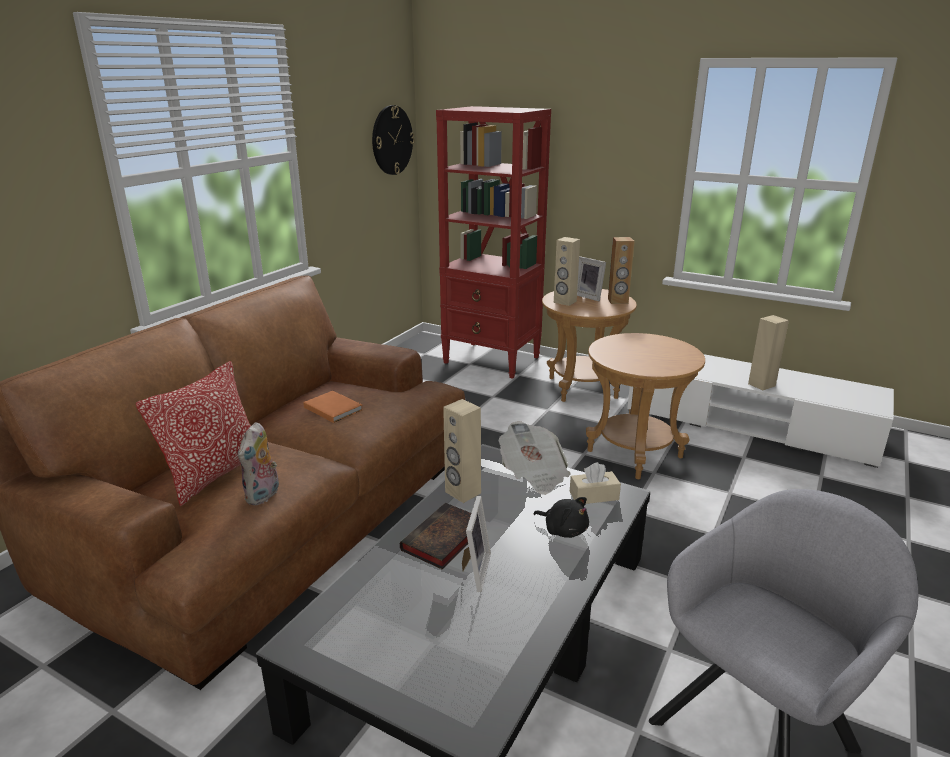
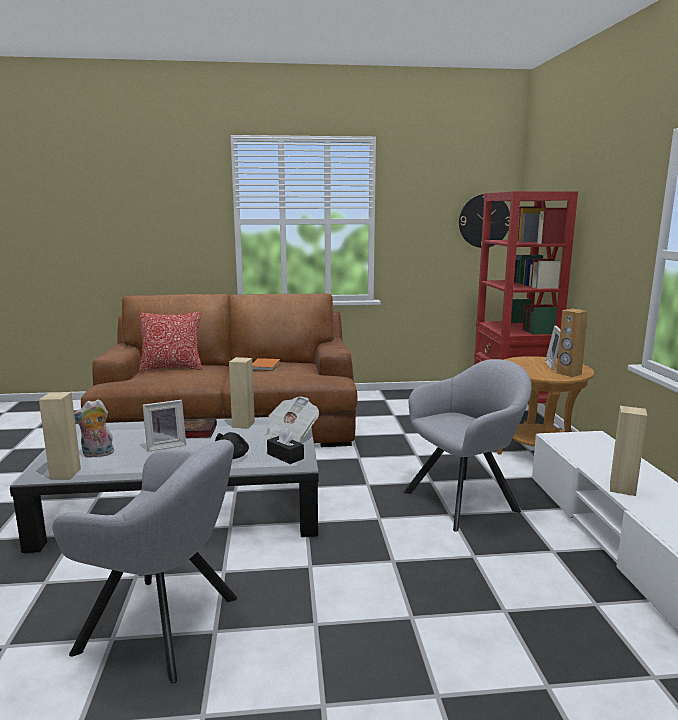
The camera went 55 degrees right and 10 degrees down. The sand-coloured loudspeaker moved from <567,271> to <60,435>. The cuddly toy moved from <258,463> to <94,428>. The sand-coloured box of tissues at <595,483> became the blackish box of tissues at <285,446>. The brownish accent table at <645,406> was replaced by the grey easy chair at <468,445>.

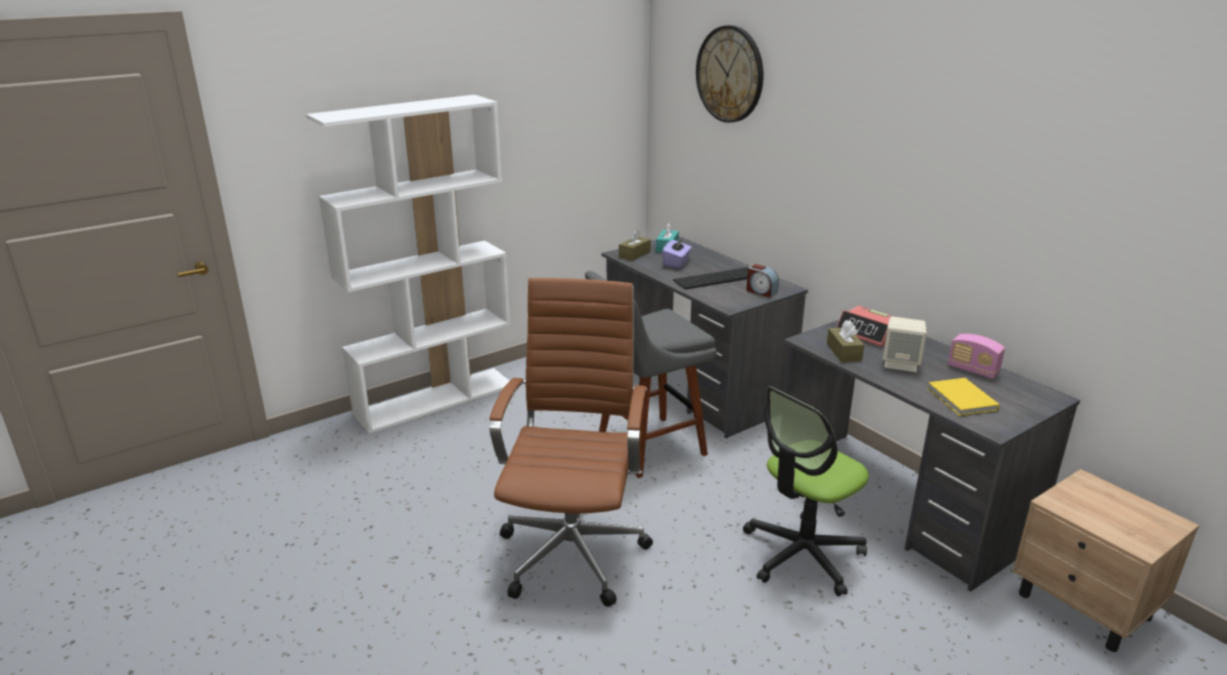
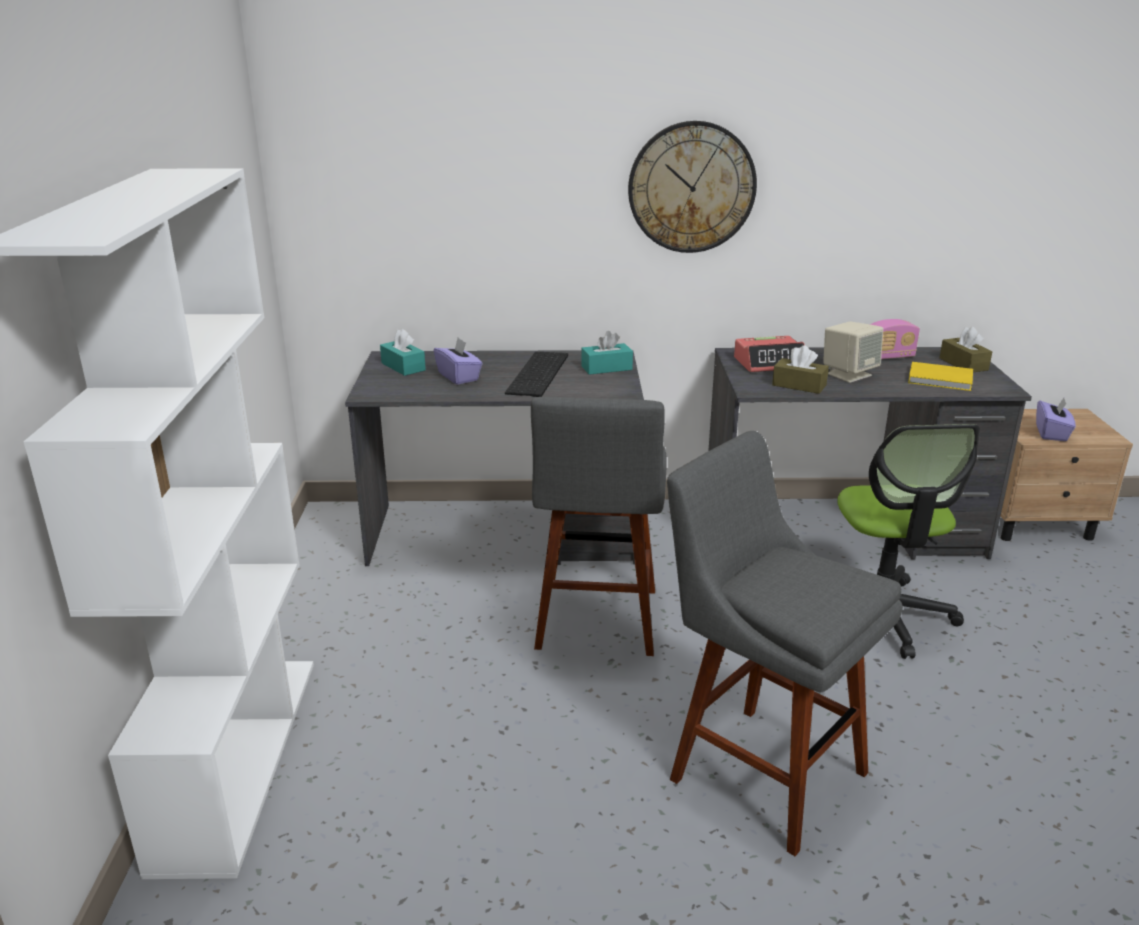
The camera went 55 degrees left and 0 degrees up. The alarm clock at <762,280> was replaced by the turquoise-coloured box of tissues at <607,353>. The wall clock moved from <729,74> to <692,187>. The brownish desk chair at <571,442> was replaced by the grey stool seat at <785,643>. The brownish box of tissues moved from <635,245> to <965,349>. The purple box of tissues at <1056,419> appeared.

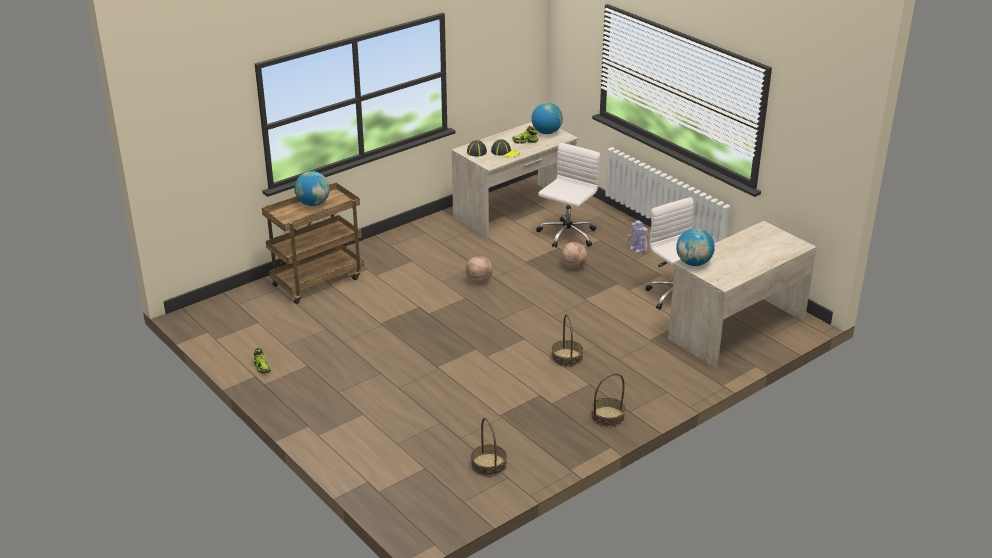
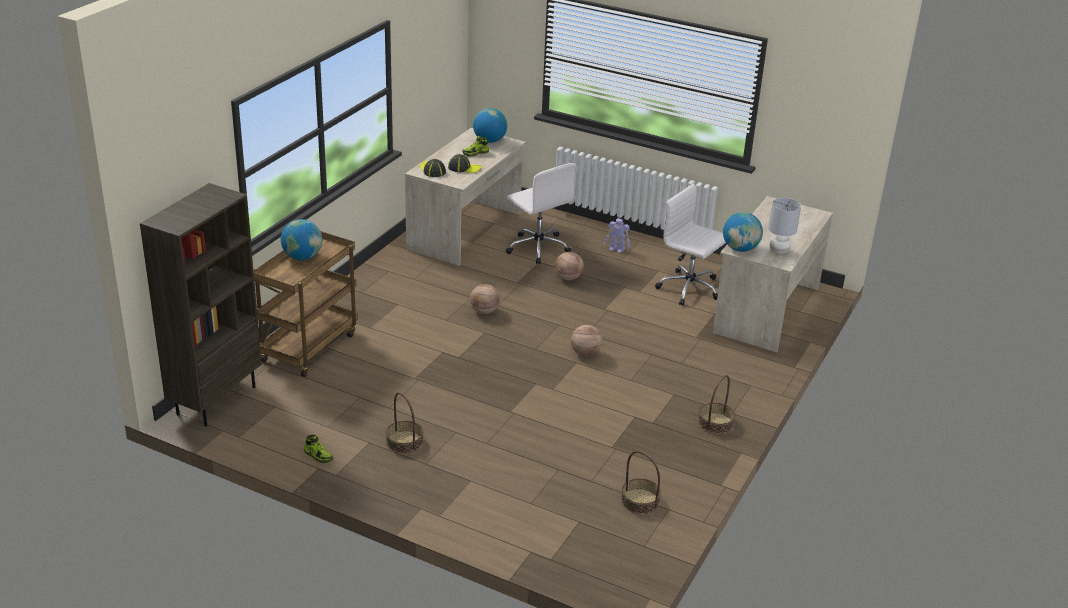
The camera went 25 degrees left and 0 degrees up. The brownish bookcase at <201,305> appeared. The household basket moved from <567,340> to <405,423>. The whitish desk chair at <568,195> turned 135 degrees clockwise. The ball for basketball at <586,340> appeared. The grey lamp for a table at <784,226> appeared.

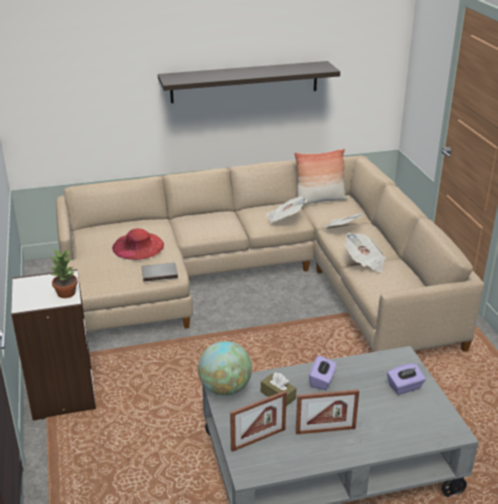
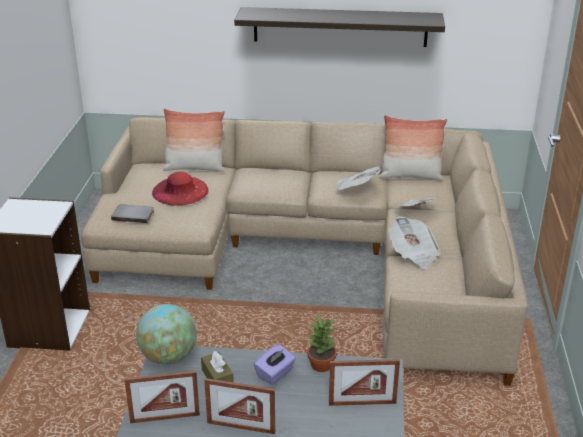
The camera went 20 degrees right and 0 degrees up. The grey volume moved from <160,272> to <132,213>. The throw pillow at <194,140> appeared. The houseplant moved from <64,273> to <321,343>. The purple box of tissues at <406,379> was replaced by the standing frame at <364,382>.

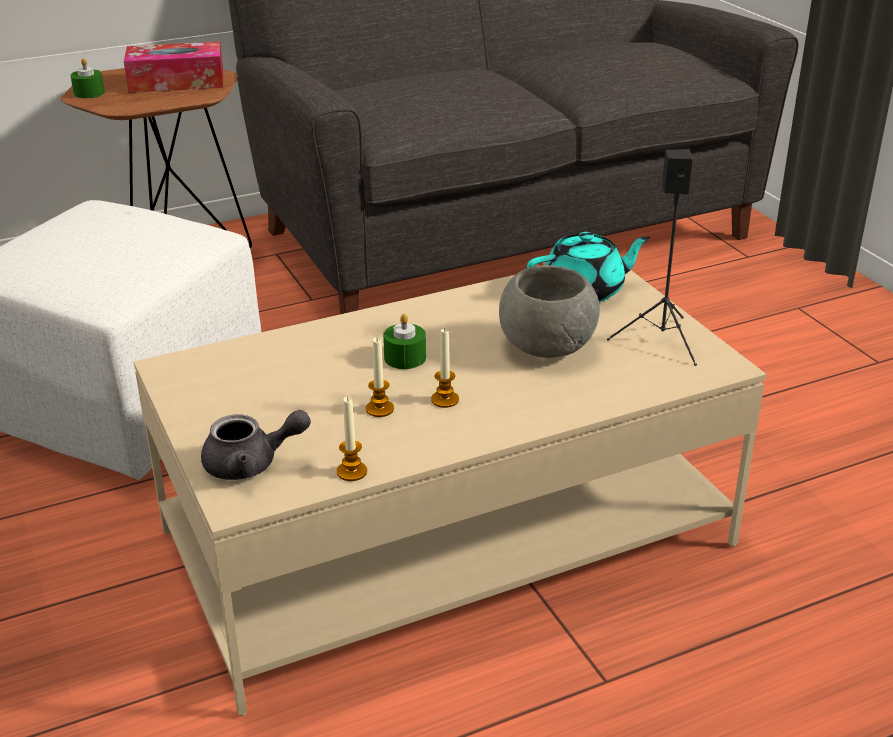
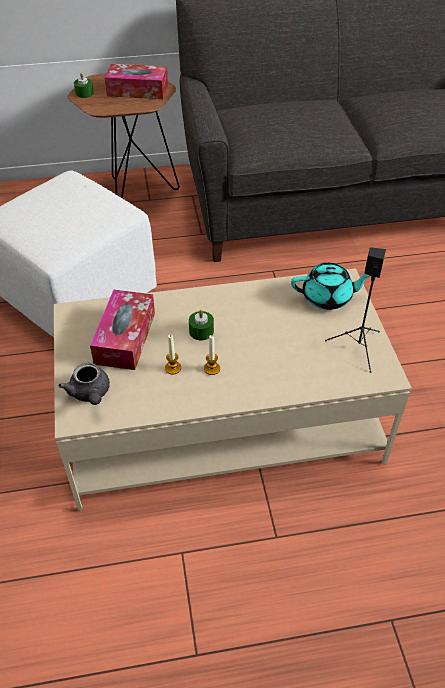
The camera went 15 degrees right and 15 degrees up. The grey teapot at <256,445> turned 60 degrees clockwise. The box of tissues at <122,330> appeared. The wax candle at <352,438> disappeared. The grey bowl at <549,311> disappeared.

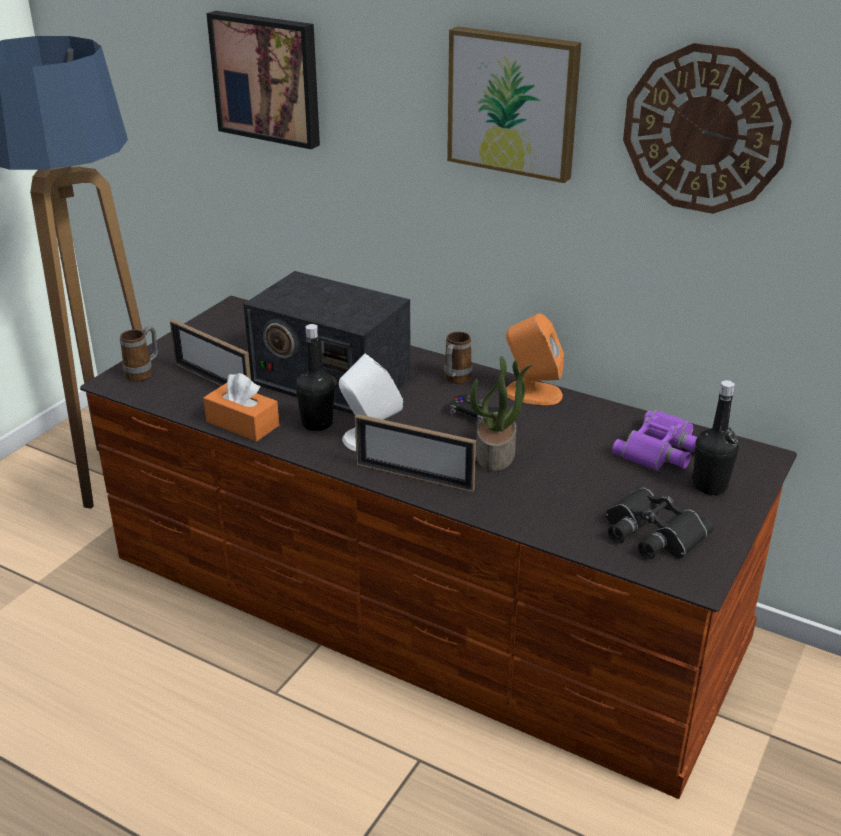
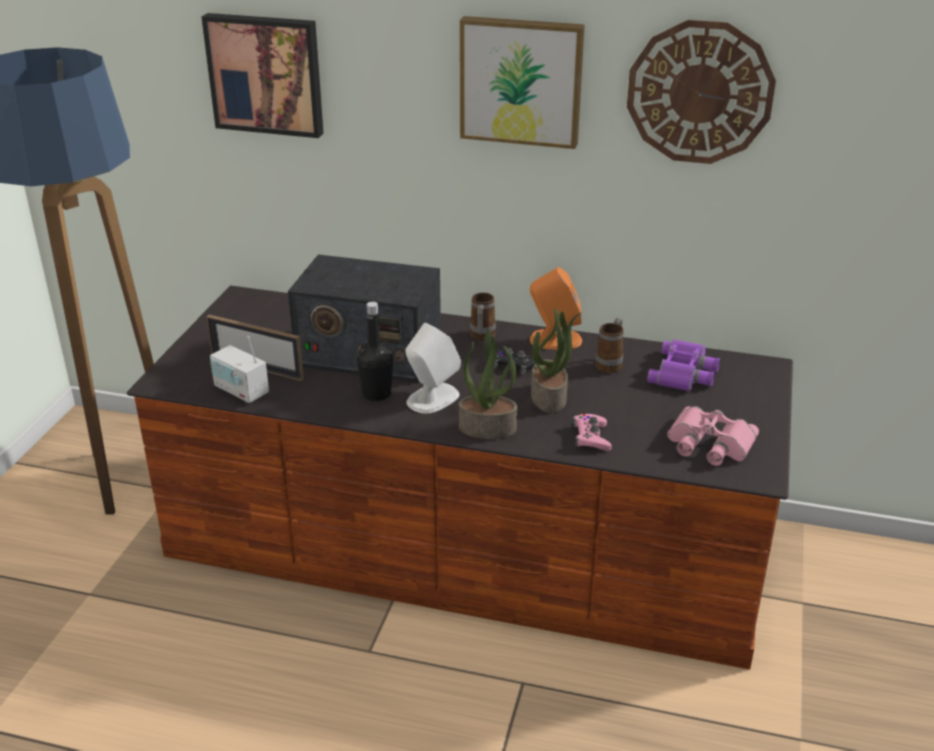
The camera went 15 degrees left and 0 degrees up. The radio set at <239,369> appeared. The standing frame at <415,453> was replaced by the houseplant at <488,384>. The pinkish gamepad at <592,432> appeared. The tea mug moved from <139,354> to <609,345>. The blackish field glasses at <659,523> became the pinkish field glasses at <713,436>. The orange-coloured box of tissues at <241,407> disappeared. The blackish drink bottle at <715,437> disappeared.

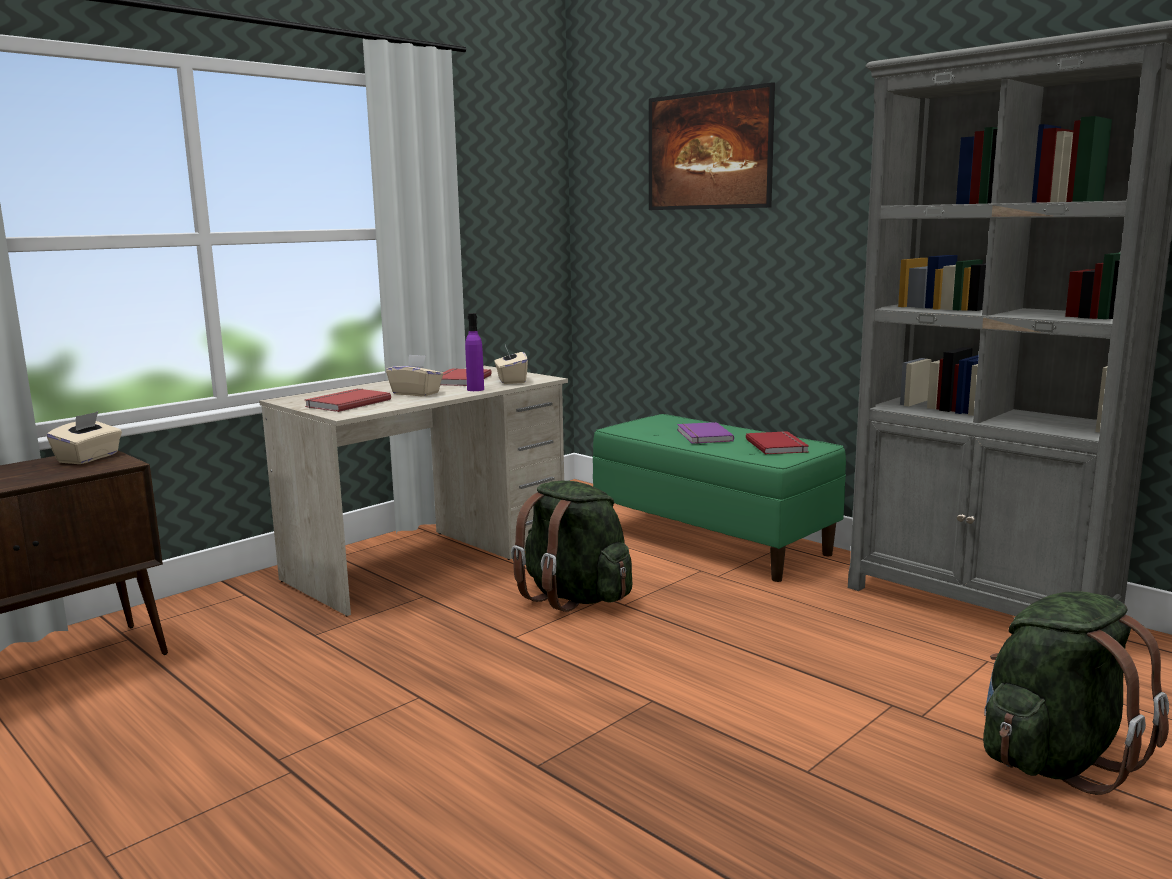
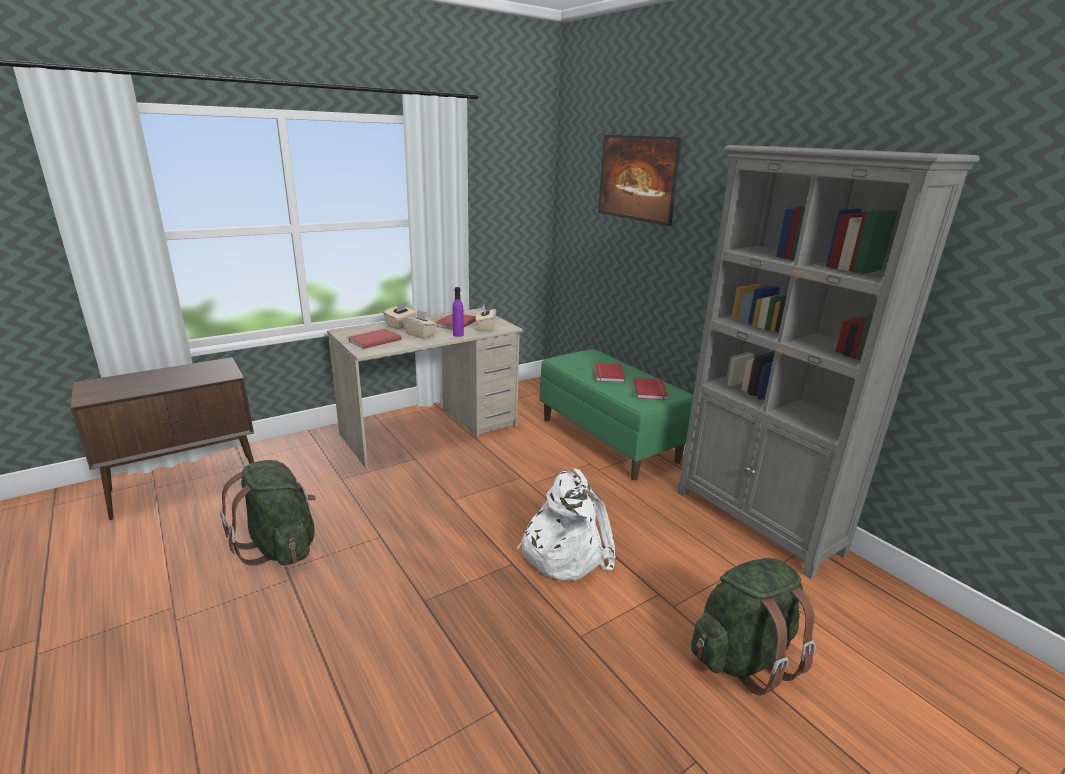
The camera went 10 degrees right and 10 degrees up. The greenish knapsack moved from <571,546> to <268,513>. The sand-coloured box of tissues moved from <84,437> to <400,315>. The whitish knapsack at <566,525> appeared. The purple volume at <705,433> became the reddish volume at <609,373>.

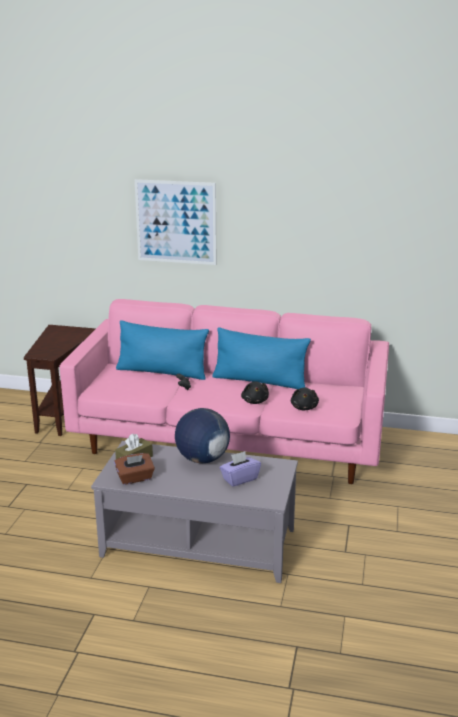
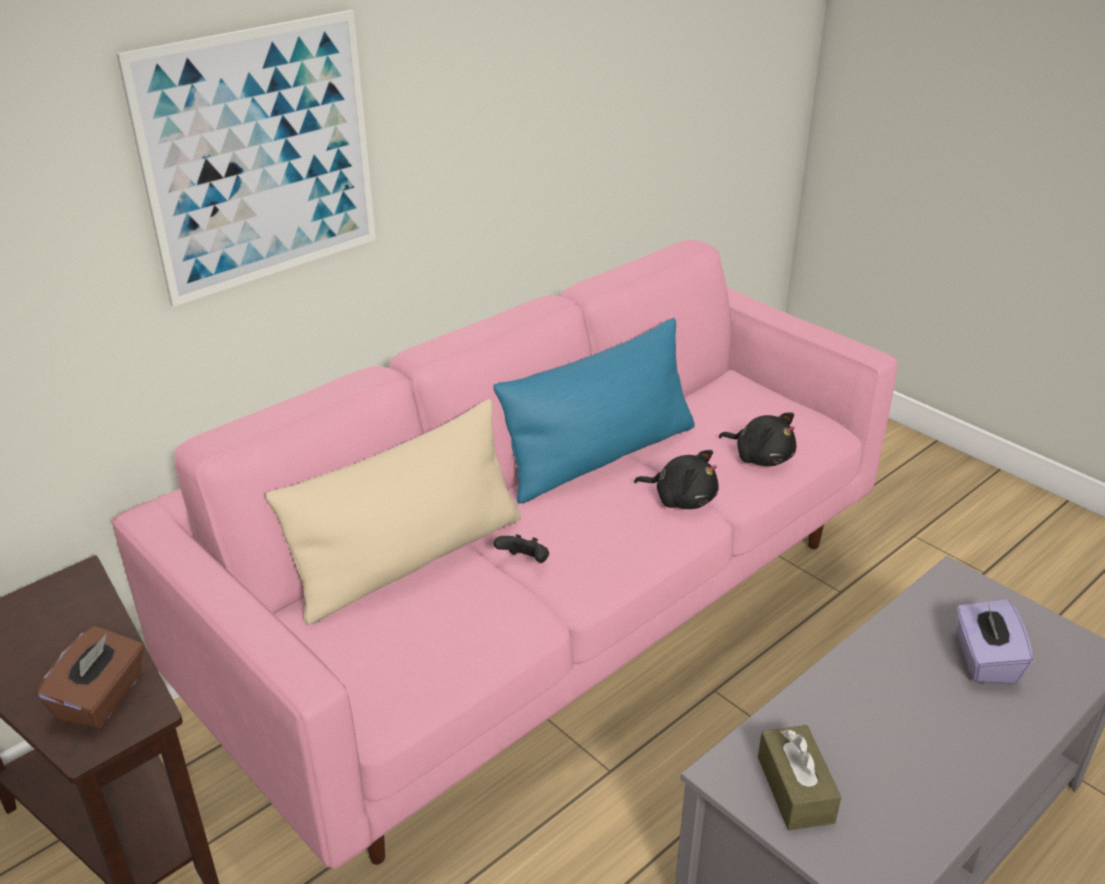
The camera went 55 degrees left and 10 degrees up. The brownish box of tissues moved from <134,469> to <90,677>. The blue throw pillow at <162,350> became the sand-coloured throw pillow at <393,512>. The globe at <202,436> disappeared.

